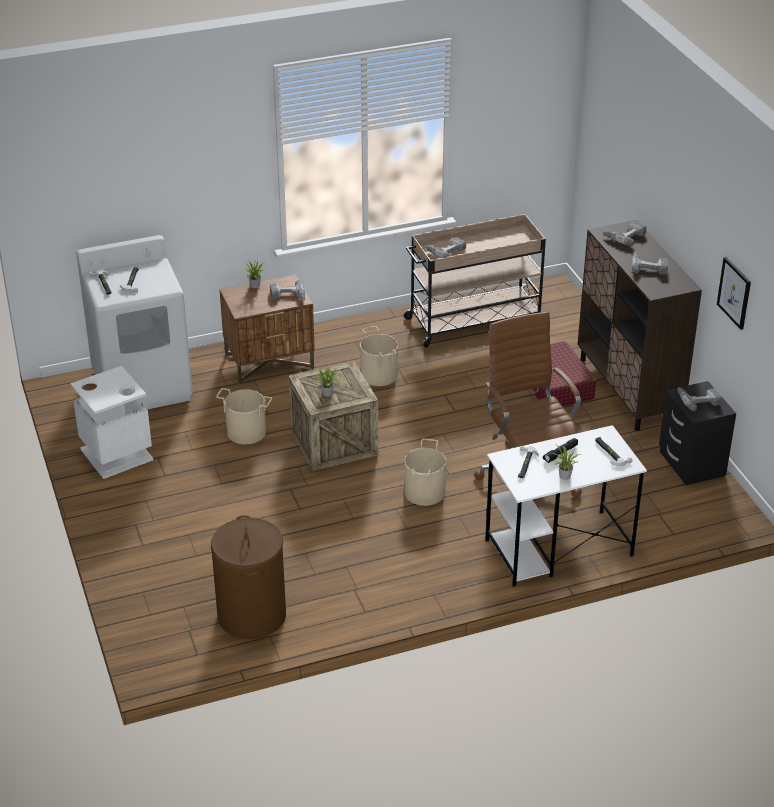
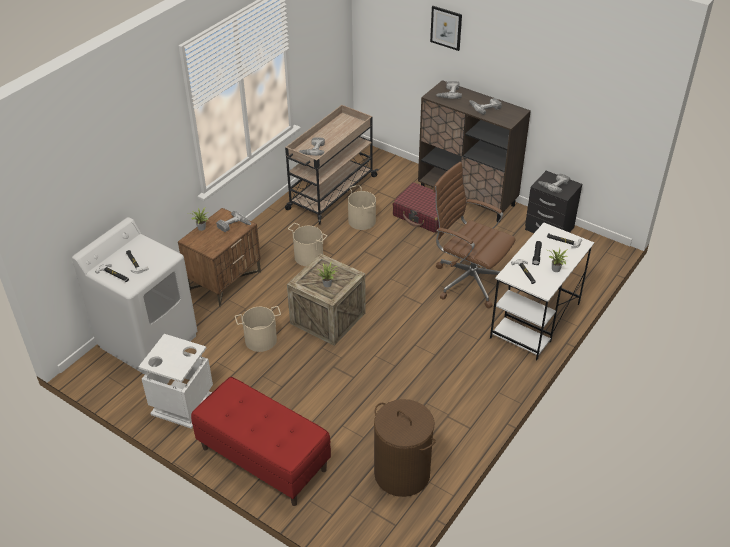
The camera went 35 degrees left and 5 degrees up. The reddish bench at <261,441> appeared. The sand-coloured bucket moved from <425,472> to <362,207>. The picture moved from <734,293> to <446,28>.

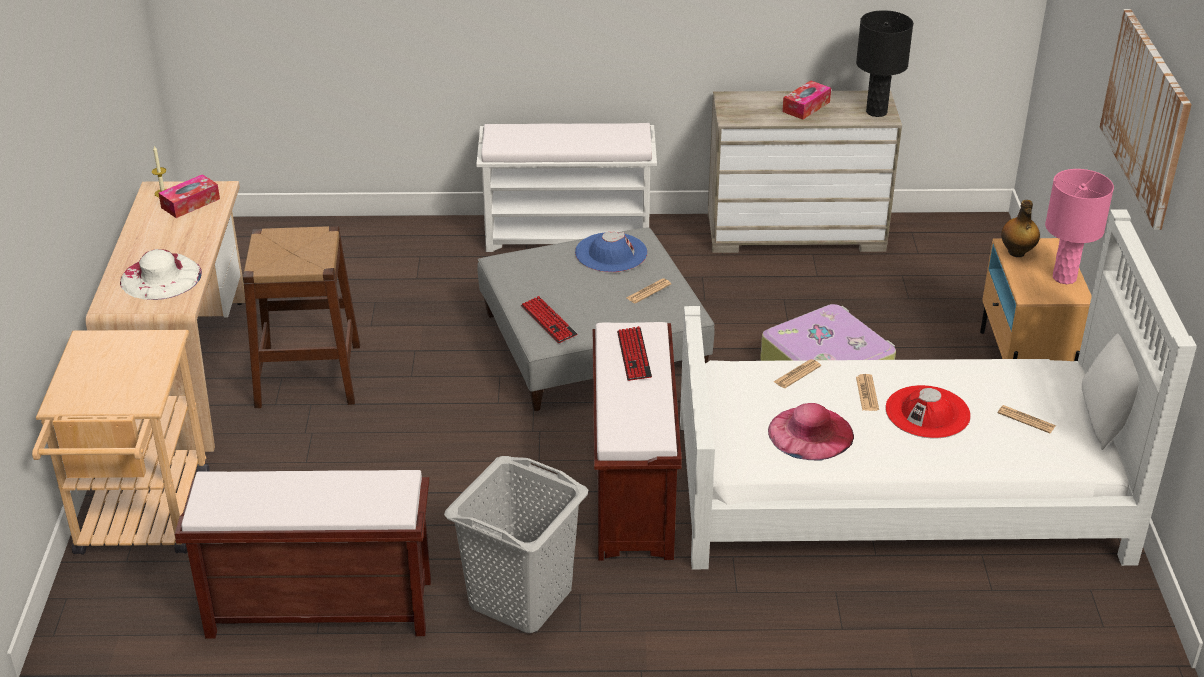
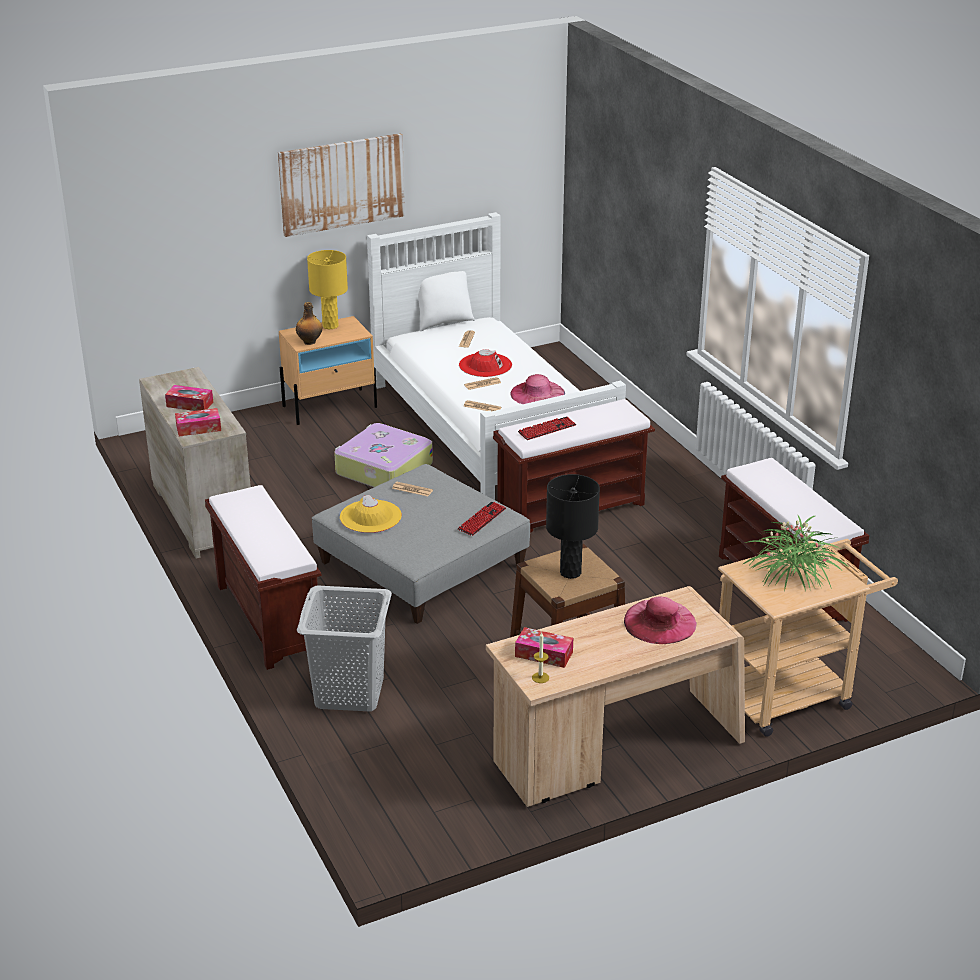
The camera went 115 degrees left and 5 degrees down. The box of tissues at <198,422> appeared. The whitish bench at <566,187> became the brownish bench at <263,577>. The grey laundry basket moved from <516,544> to <344,648>. The pinkish lamp for a table at <1079,226> became the yellow lamp for a table at <327,289>. The blue clothing hat at <611,252> became the yellow clothing hat at <371,514>. The blackish lamp for a table moved from <884,63> to <573,526>. The whitish clothing hat at <161,274> became the pinkish clothing hat at <660,620>. The houseplant at <796,552> appeared.

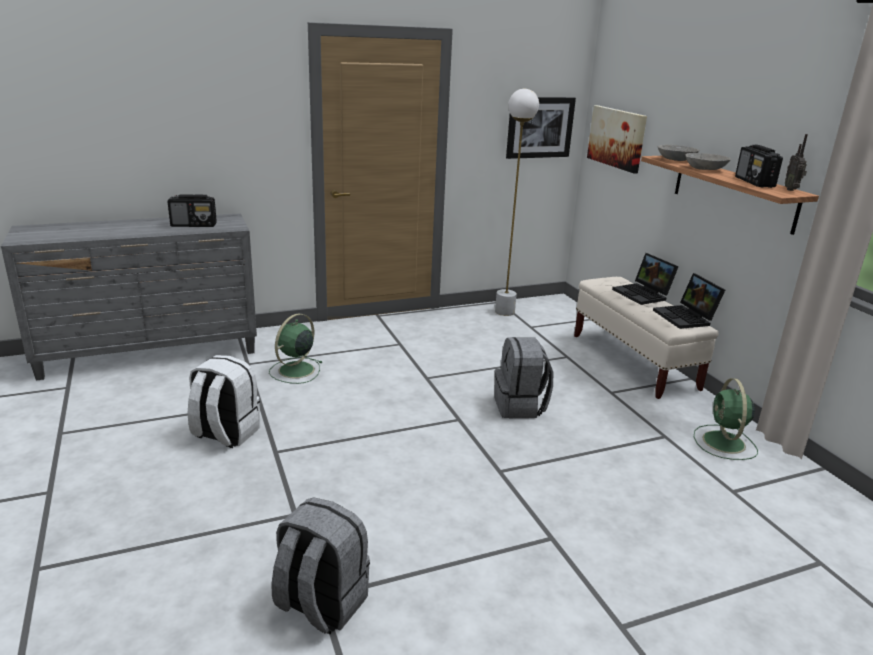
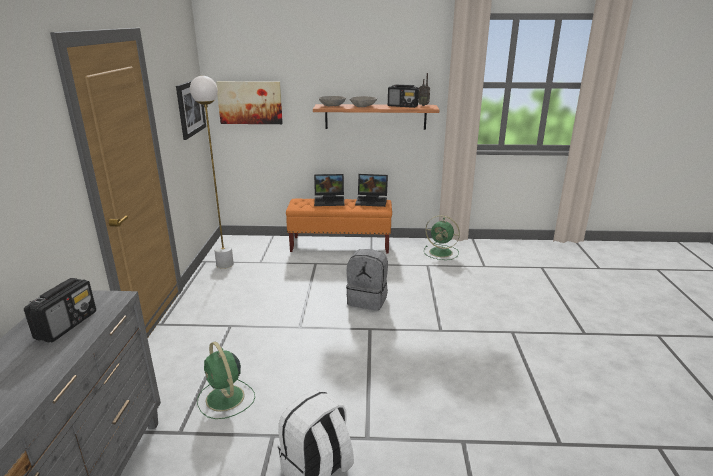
The camera went 65 degrees left and 0 degrees up. The sand-coloured bench at <646,338> became the orange-coloured bench at <339,226>. The grey knapsack at <321,566> disappeared.

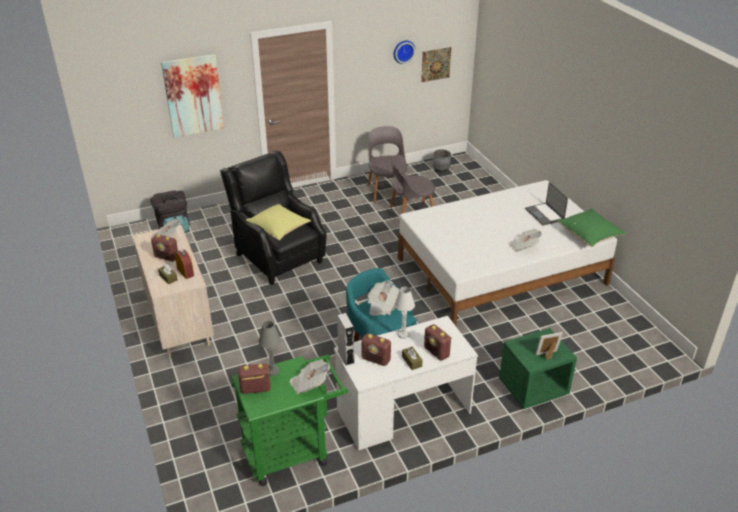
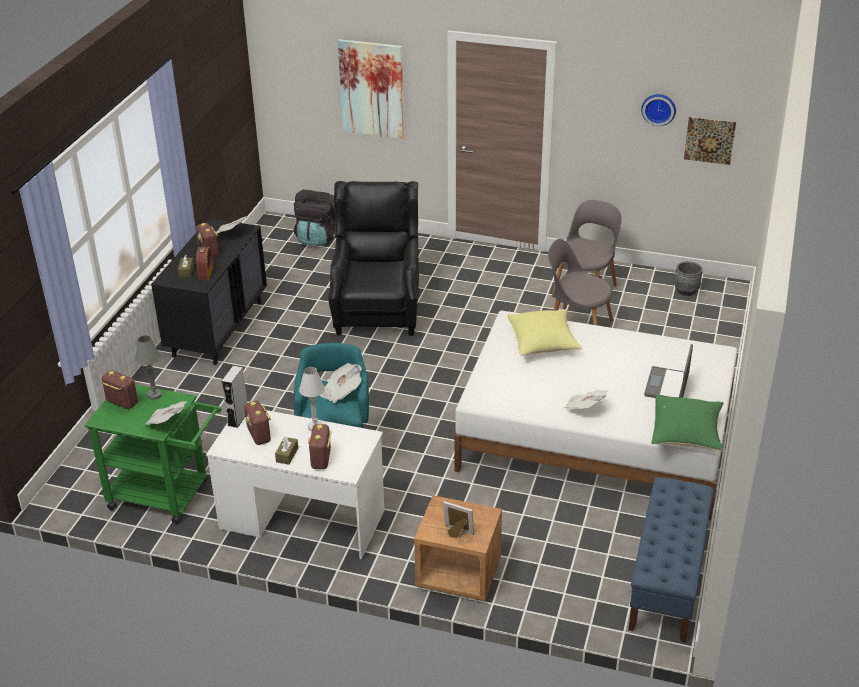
The camera went 40 degrees right and 0 degrees up. The sand-coloured drawer chest at <173,290> became the blackish drawer chest at <209,291>. The greenish night table at <538,368> became the brownish night table at <458,548>. The yellow throw pillow moved from <278,222> to <545,332>. The blue bench at <671,559> appeared.

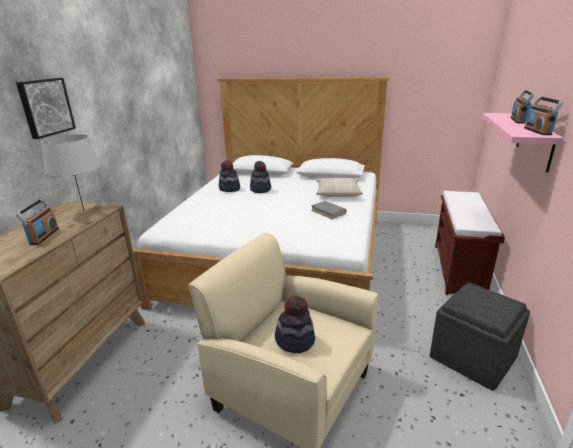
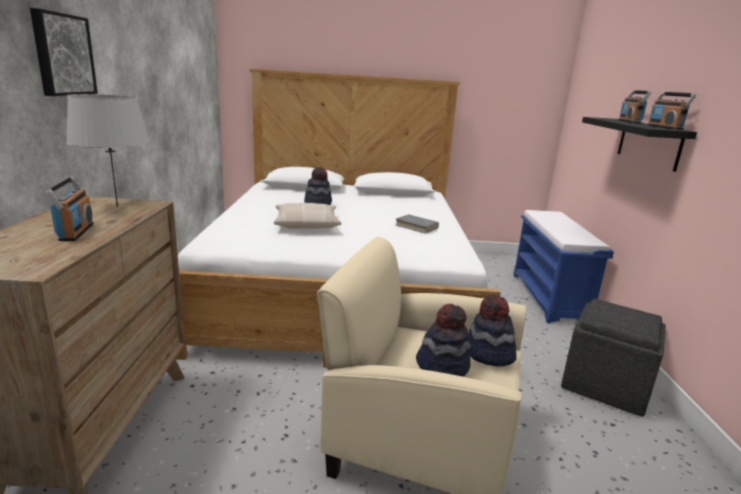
The camera went 15 degrees left and 5 degrees down. The sand-coloured throw pillow moved from <339,187> to <307,216>. The clothing hat moved from <229,176> to <492,330>. The brownish bench at <470,243> became the blue bench at <563,266>. The pinkish wall shelf at <523,142> became the blackish wall shelf at <639,144>.

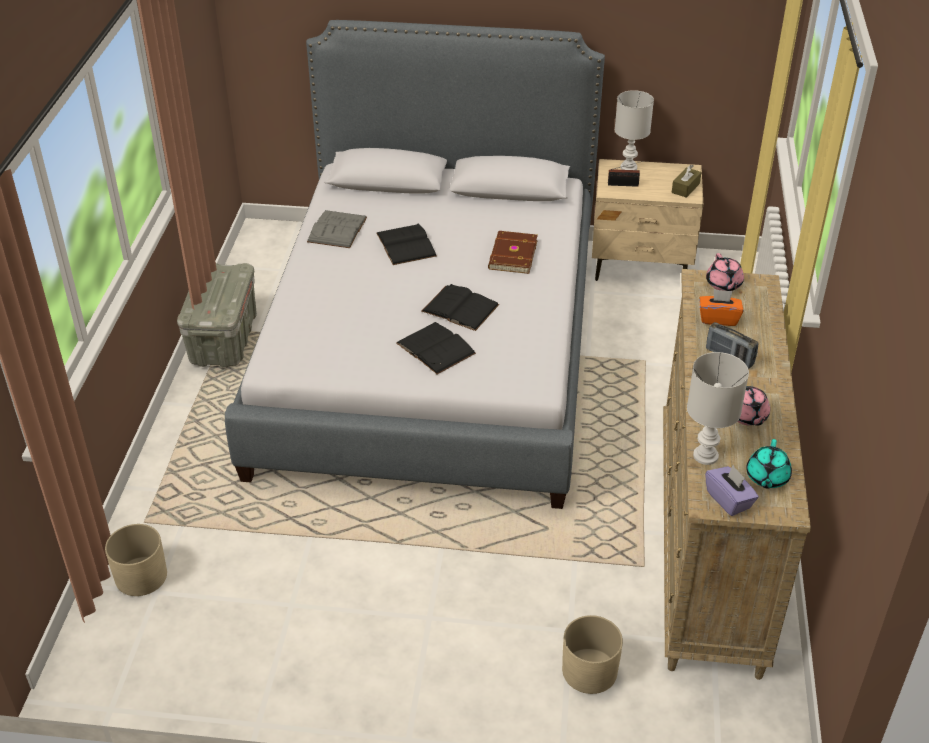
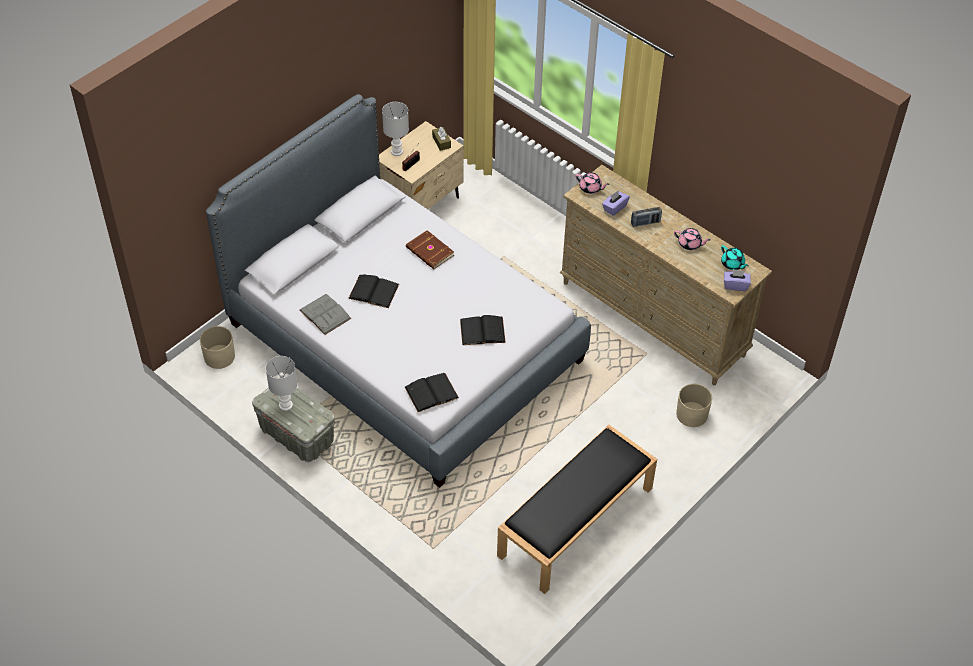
The camera went 55 degrees left and 10 degrees up. The sand-coloured plant pot moved from <136,560> to <217,347>. The whitish lamp for a table moved from <718,408> to <281,383>. The blackish volume moved from <460,307> to <432,392>. The blackish bench at <577,509> appeared. The orange-coloured box of tissues at <721,307> became the purple box of tissues at <616,203>.

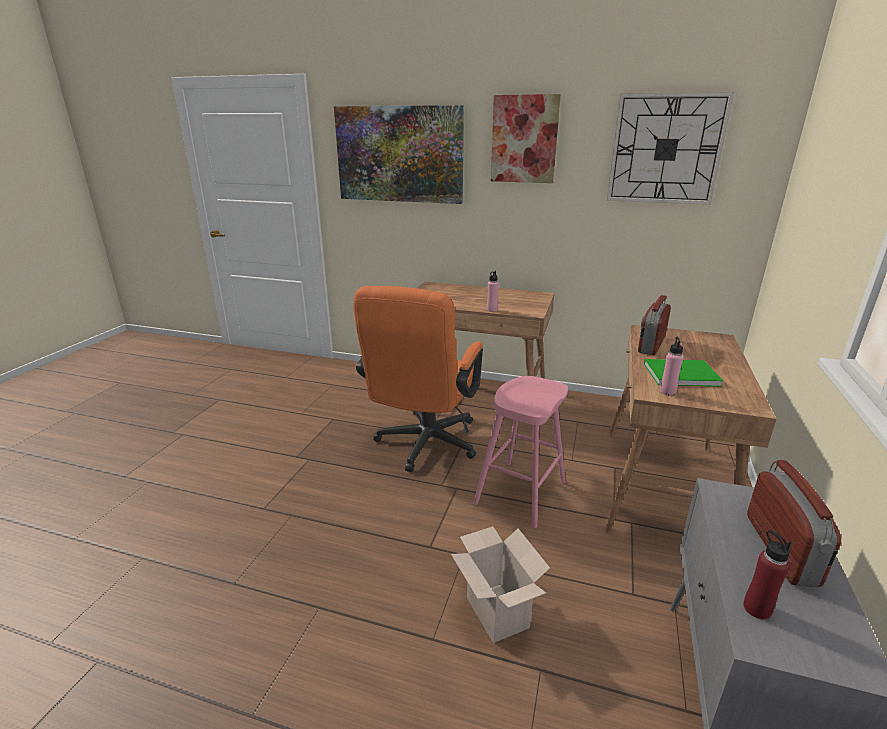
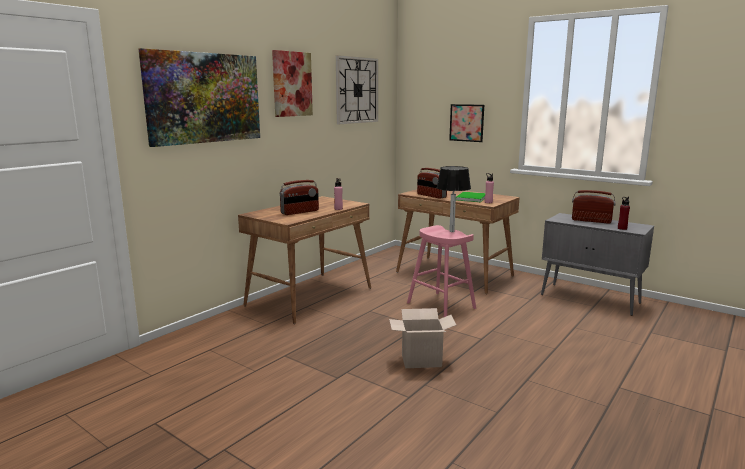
The camera went 70 degrees left and 10 degrees down. The radio set at <299,197> appeared. The cardboard box moved from <500,584> to <422,338>. The lamp for a table at <454,199> appeared. The picture at <466,123> appeared. The orange-coloured desk chair at <418,379> disappeared.

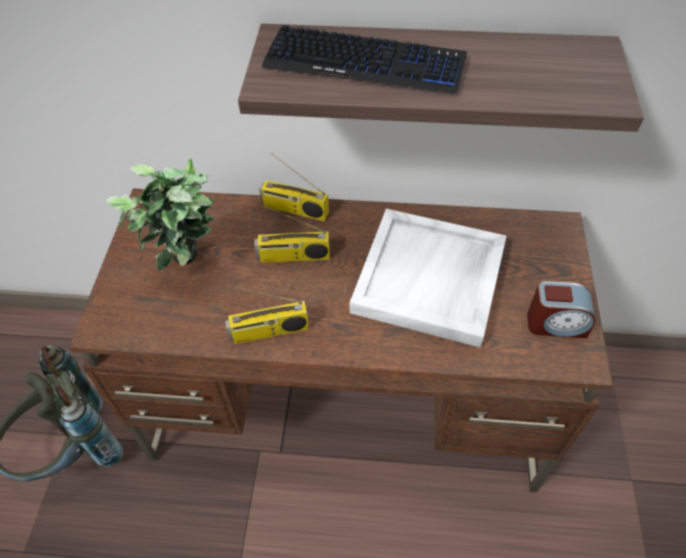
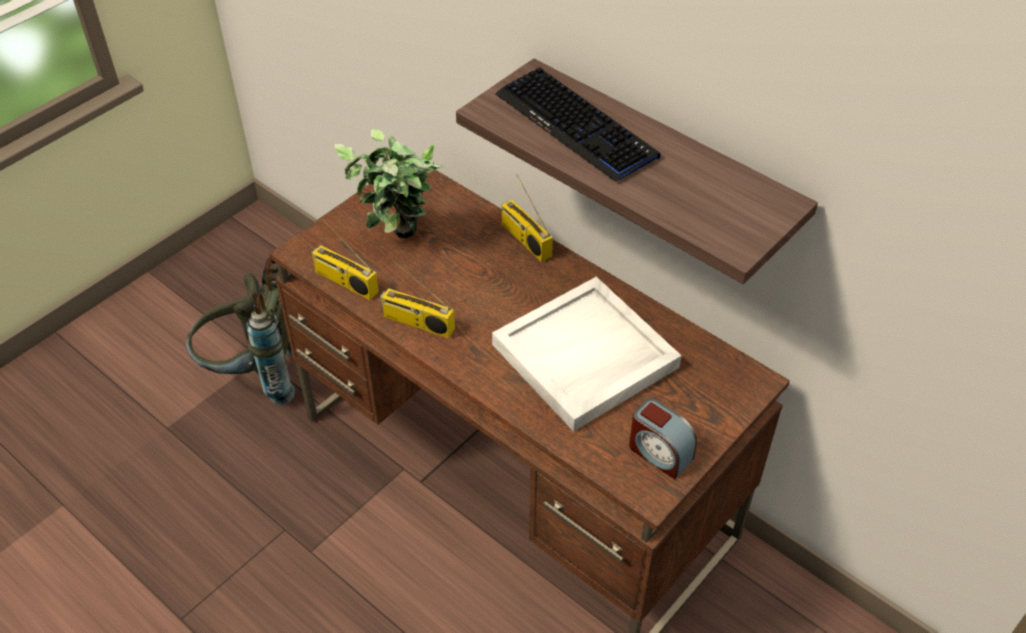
The camera went 35 degrees right and 5 degrees down. The radio set moved from <292,234> to <345,259>.

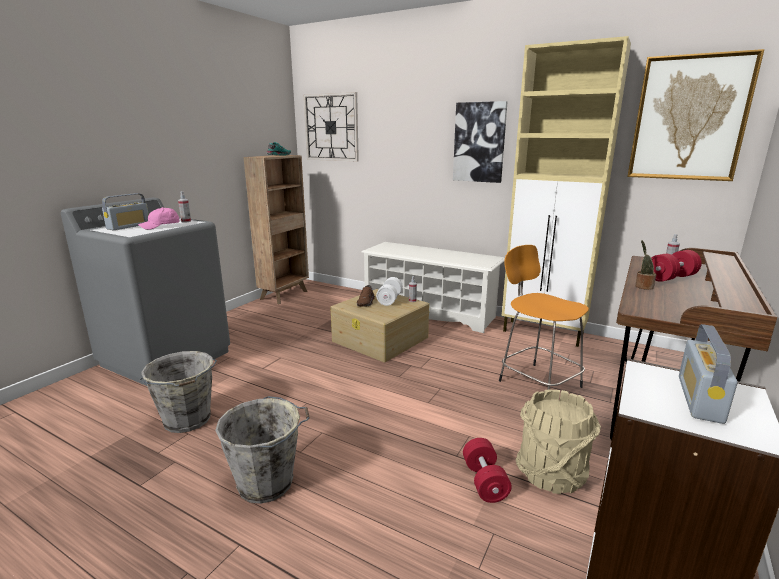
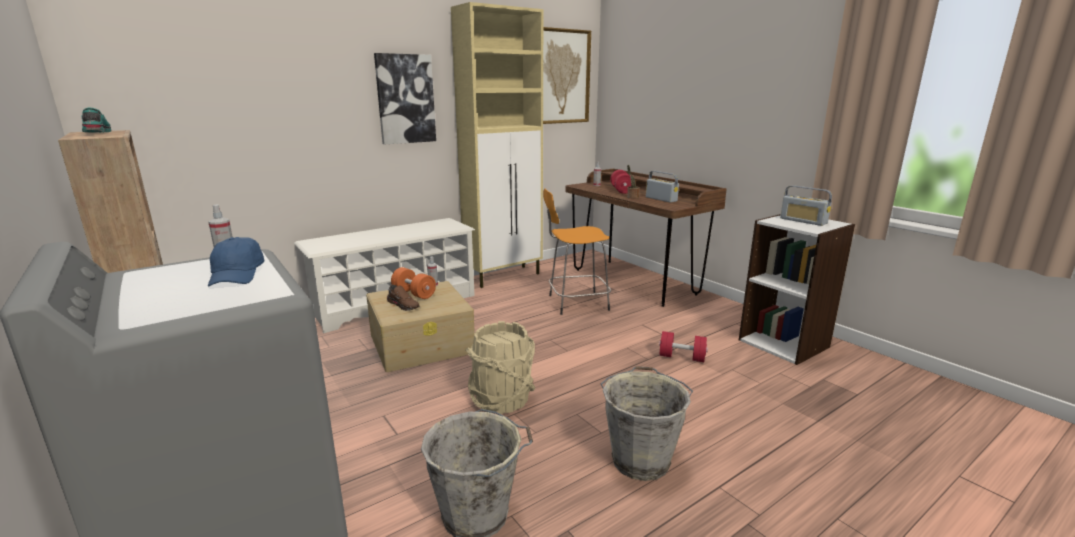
The camera went 65 degrees left and 0 degrees up. The pinkish cap at <159,218> became the blue cap at <236,262>. The whitish hand weight at <389,291> became the orange-coloured hand weight at <413,283>. The sand-coloured bucket moved from <558,441> to <500,367>. The radio set moved from <125,211> to <662,187>. The wall clock at <331,126> disappeared.

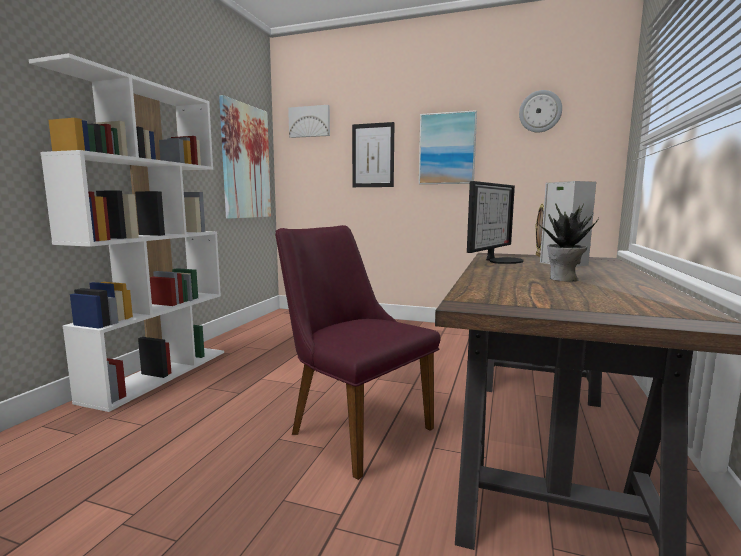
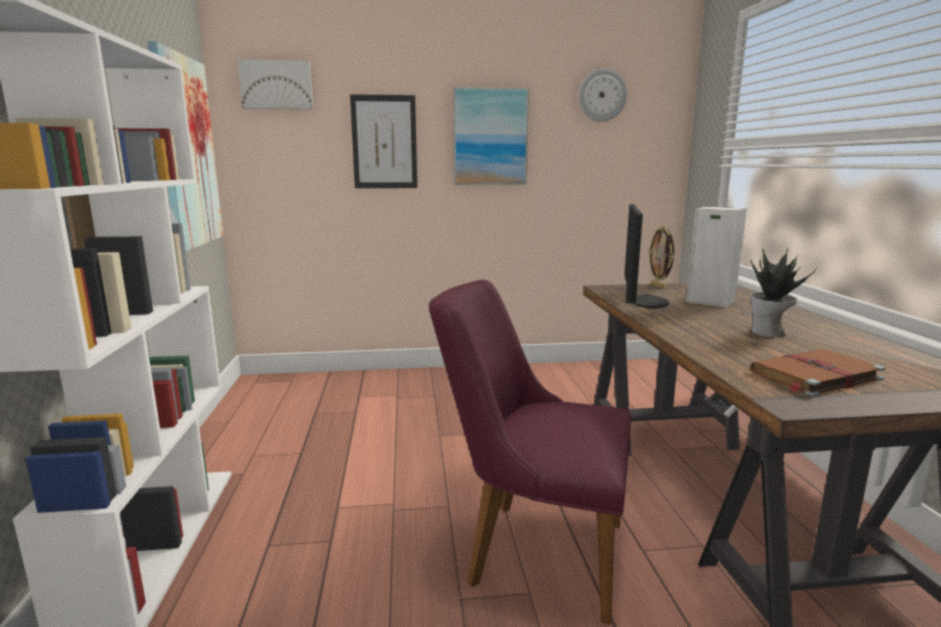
The camera went 25 degrees left and 5 degrees up. The brownish volume at <818,372> appeared.

